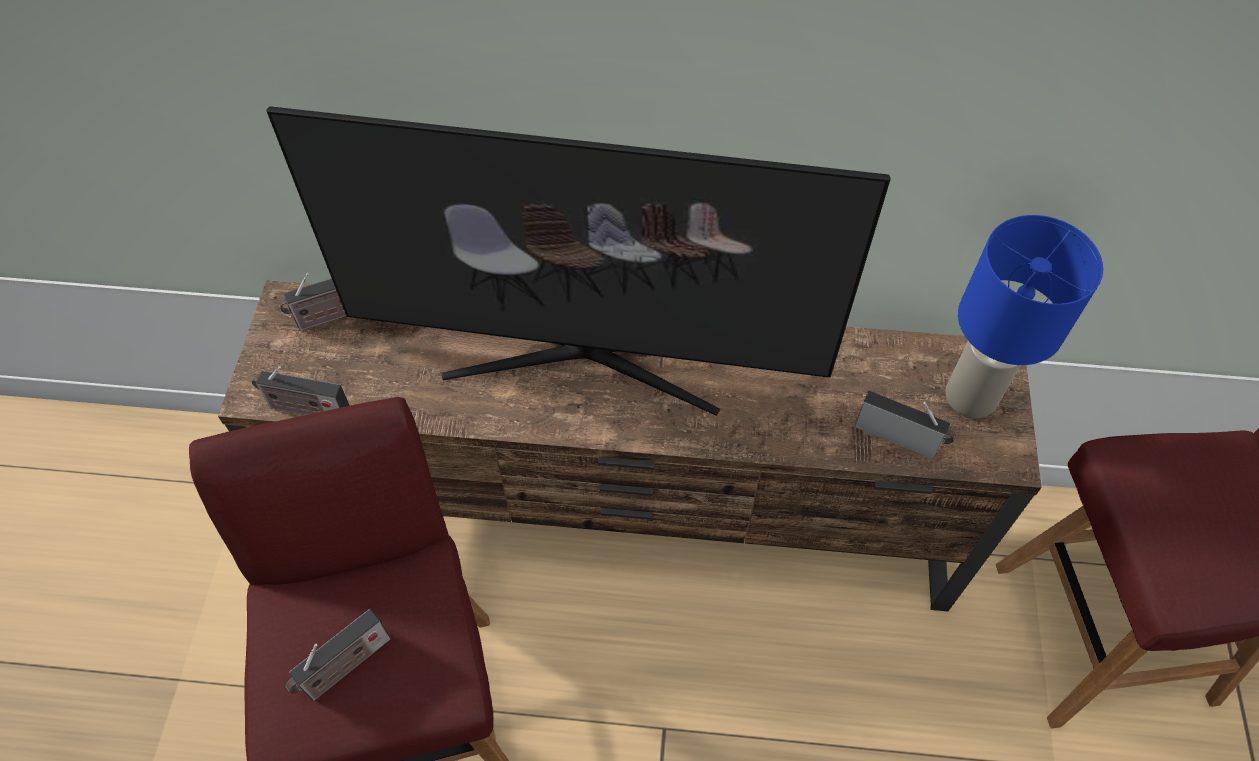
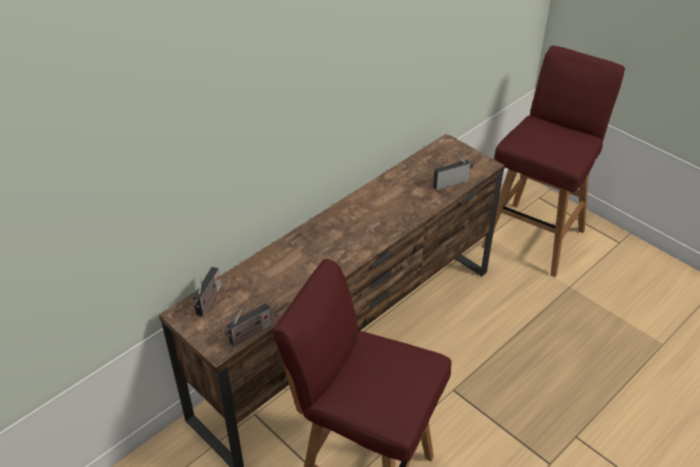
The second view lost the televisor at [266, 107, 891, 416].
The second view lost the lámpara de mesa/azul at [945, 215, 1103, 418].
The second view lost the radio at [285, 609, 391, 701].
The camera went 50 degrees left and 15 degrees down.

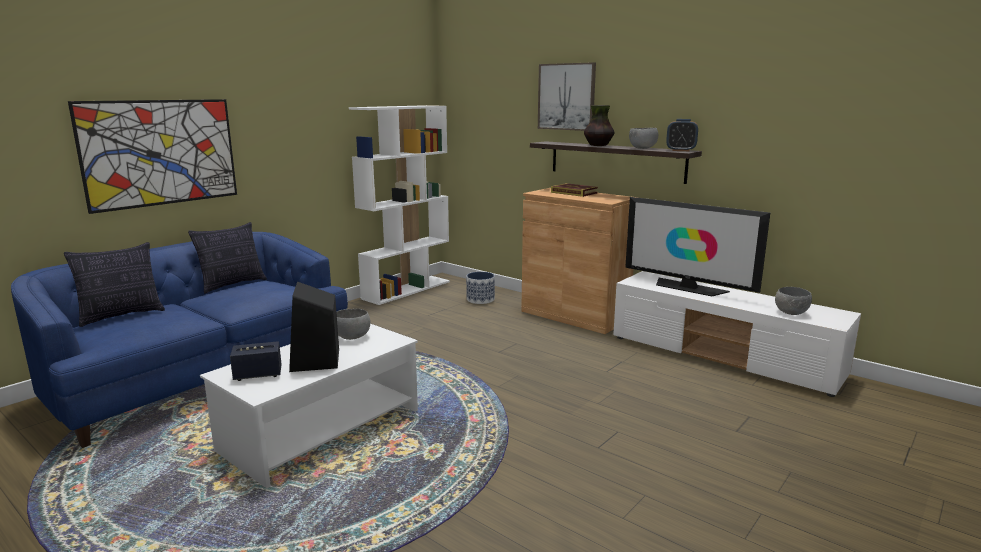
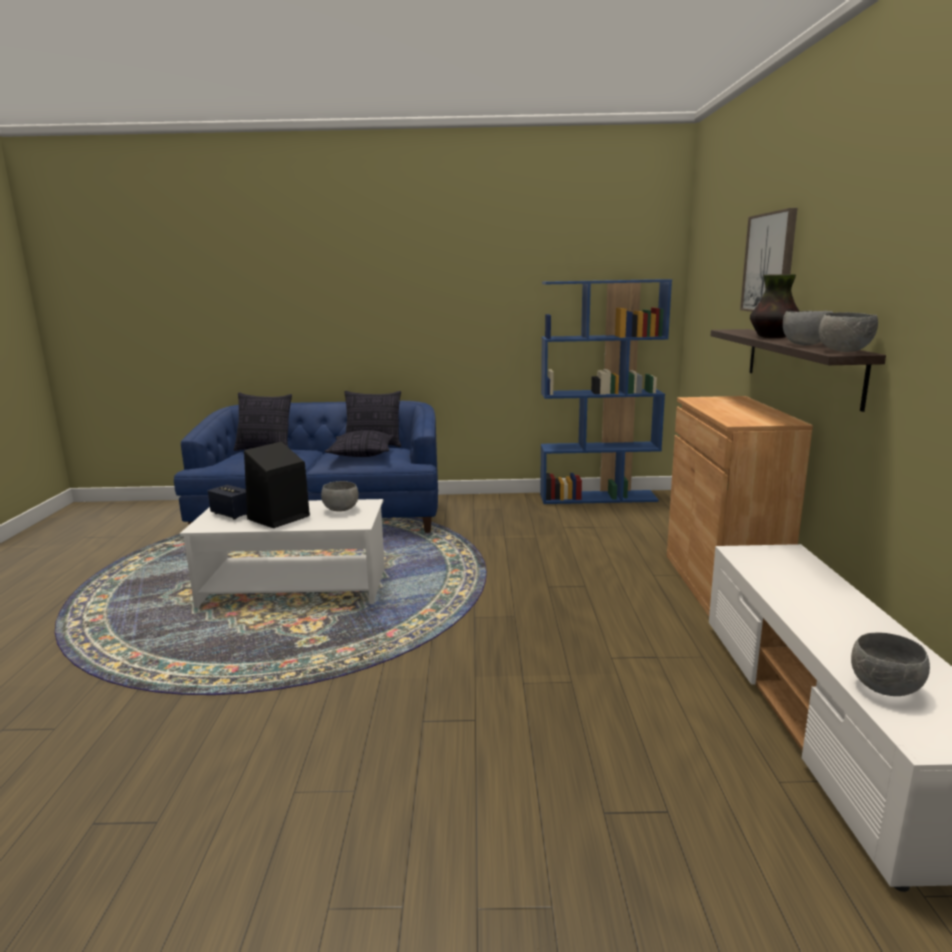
The second view lost the cuadro at [68, 99, 237, 214].
What was the estantería/blanco at [349, 105, 450, 305] turned into the estantería/azul at [540, 279, 672, 504].
Where the despertador stood at [666, 119, 698, 151], the cuenco/gris came to stand at [819, 312, 878, 352].
The second view lost the libro at [551, 183, 598, 197].
The second view lost the televisor at [625, 197, 770, 296].
The second view lost the maceta at [466, 272, 495, 304].
The second view gained the cojín at [325, 430, 394, 457].
The camera went 50 degrees right and 0 degrees up.

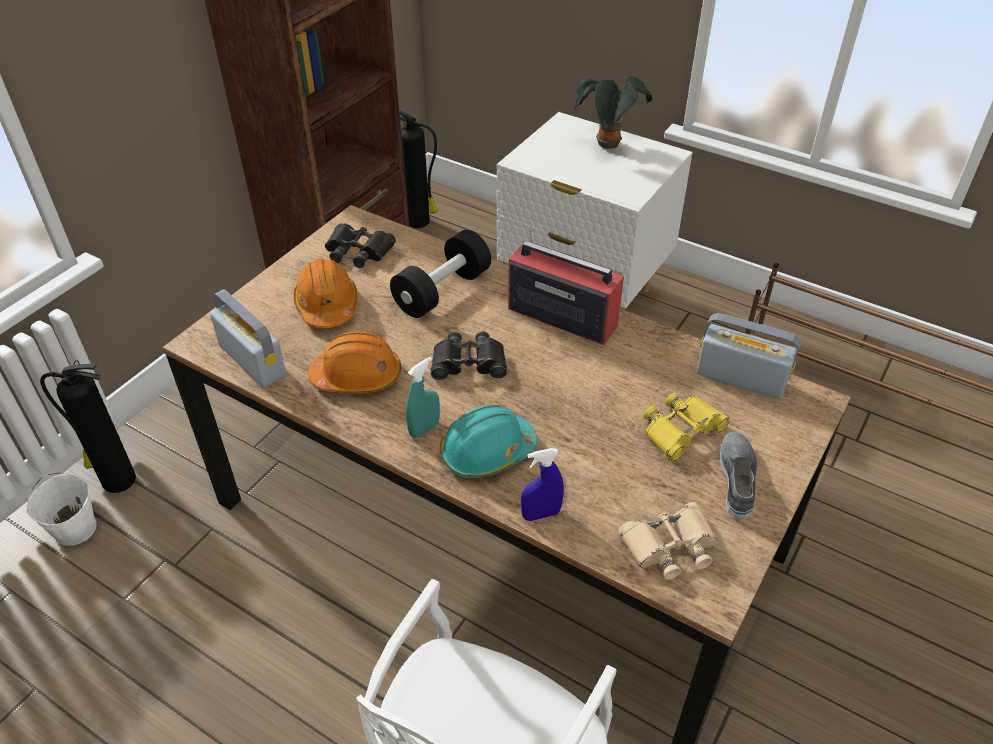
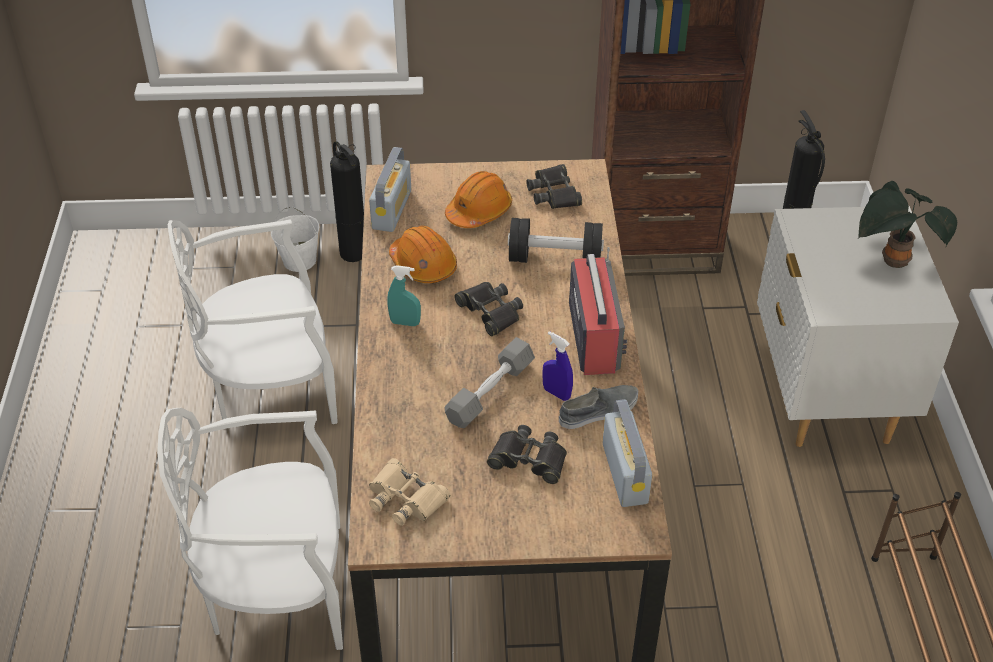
What was the prismáticos/amarillo at [644, 393, 730, 461] turned into the prismáticos/negro at [487, 425, 567, 484].
The second view lost the casco/turquesa at [440, 405, 537, 478].
The zapato/gris ended up elsewhere, having gone from [720, 431, 758, 520] to [559, 385, 638, 429].
The pulverizador/azul ended up elsewhere, having gone from [521, 448, 564, 521] to [542, 331, 573, 401].
The second view gained the silla/blanco at [167, 220, 338, 424].
The second view gained the mancuerna/gris at [445, 337, 535, 428].
The camera went 55 degrees right and 0 degrees up.

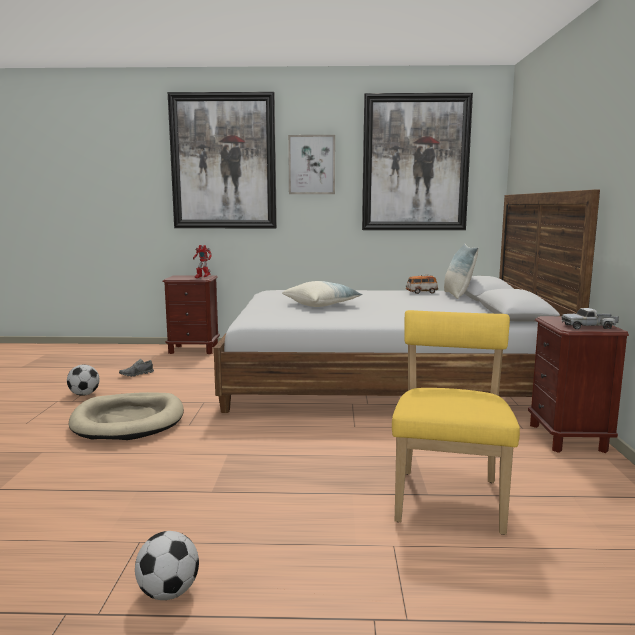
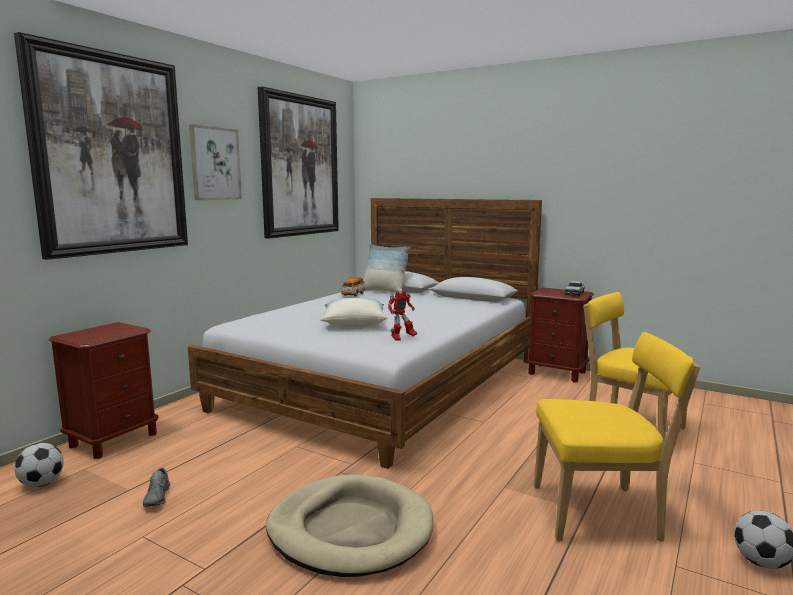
The robot de juguete ended up elsewhere, having gone from [193, 245, 212, 279] to [388, 290, 417, 341].
The balón de fútbol ended up elsewhere, having gone from [67, 364, 99, 396] to [14, 443, 64, 487].
The second view gained the silla/amarillo at [534, 332, 700, 541].
The camera went 60 degrees left and 0 degrees up.

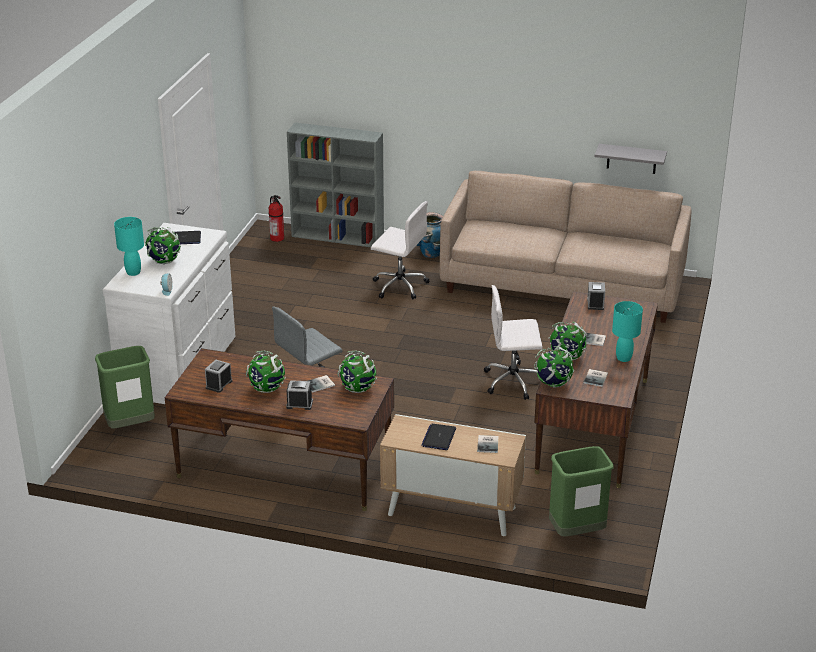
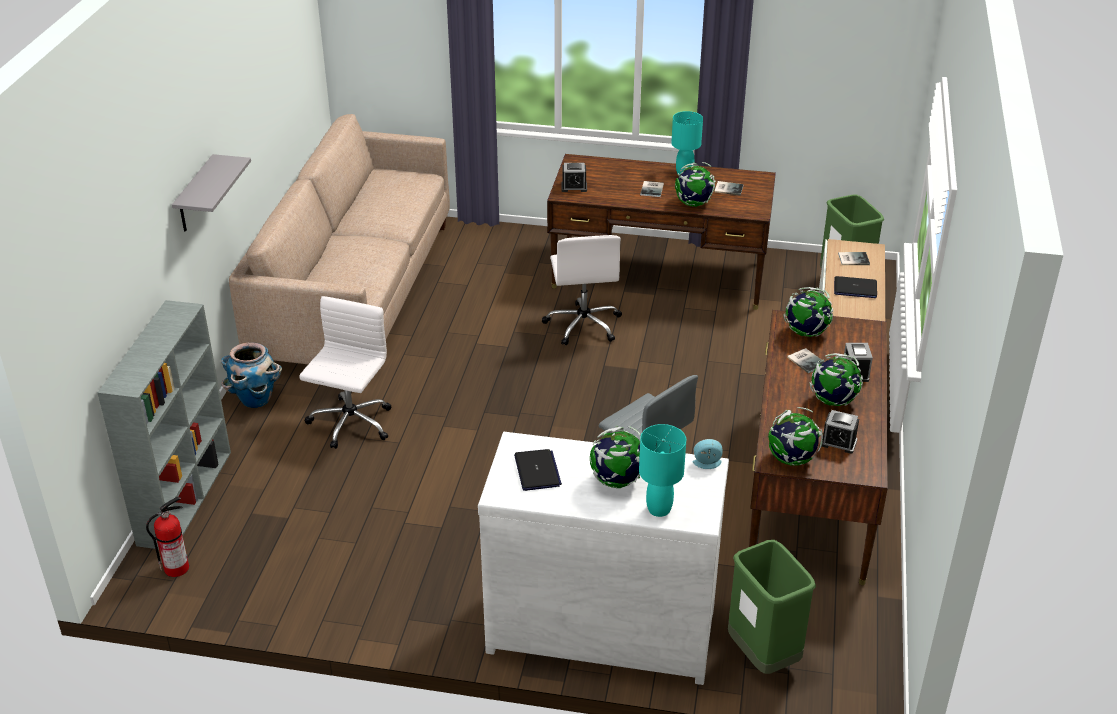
The estante/gris ended up elsewhere, having gone from [594, 144, 667, 174] to [172, 154, 251, 232].
The globo terráqueo ended up elsewhere, having gone from [534, 346, 574, 388] to [768, 407, 823, 466].
The camera went 95 degrees left and 5 degrees up.

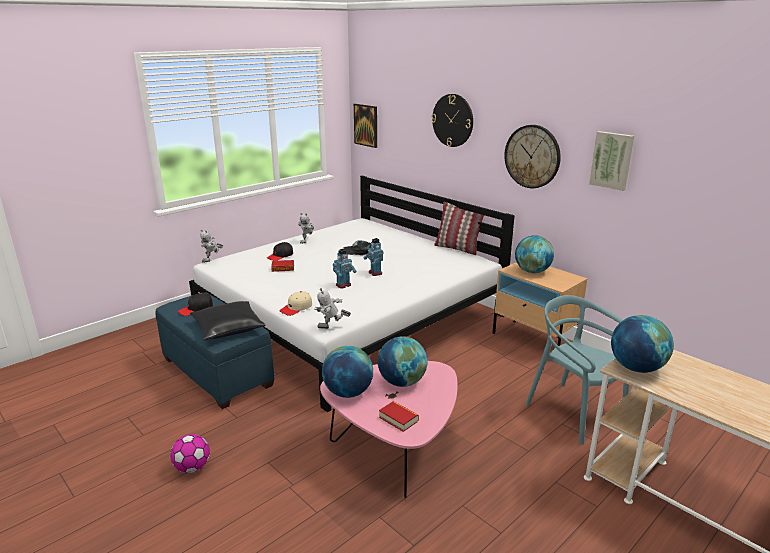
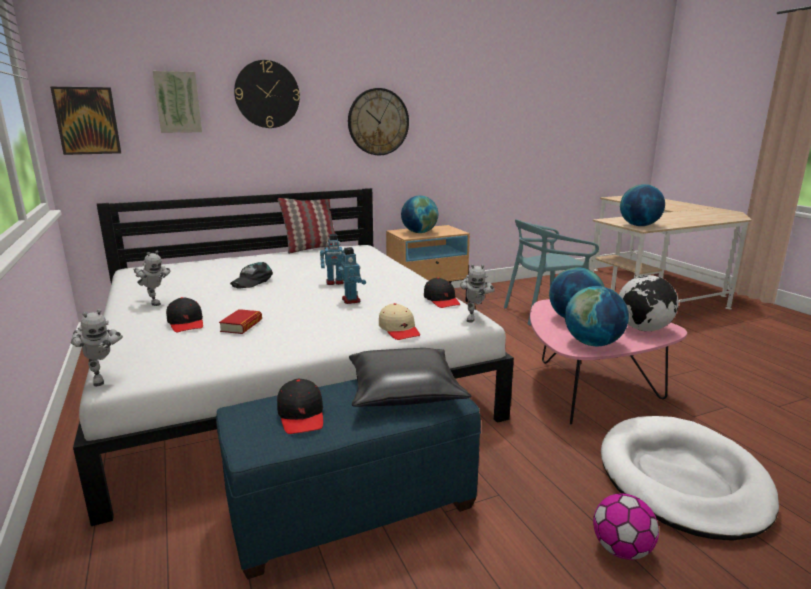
The cuadro ended up elsewhere, having gone from [589, 131, 634, 191] to [153, 71, 202, 133].
Where the libro stood at [379, 401, 419, 432], the globo terráqueo came to stand at [619, 275, 679, 331].
The second view gained the gorra/negro at [424, 277, 460, 308].
The second view gained the cama para perro/blanco at [601, 416, 779, 541].
The camera went 70 degrees left and 5 degrees down.

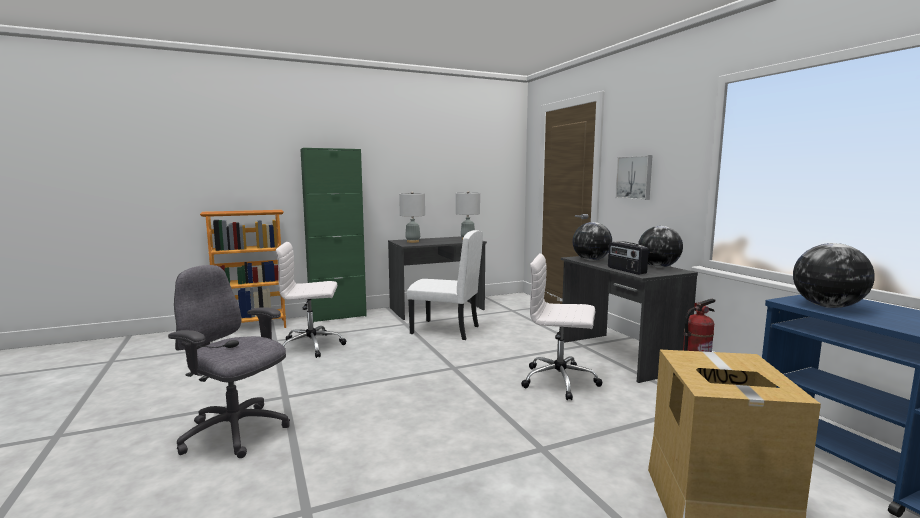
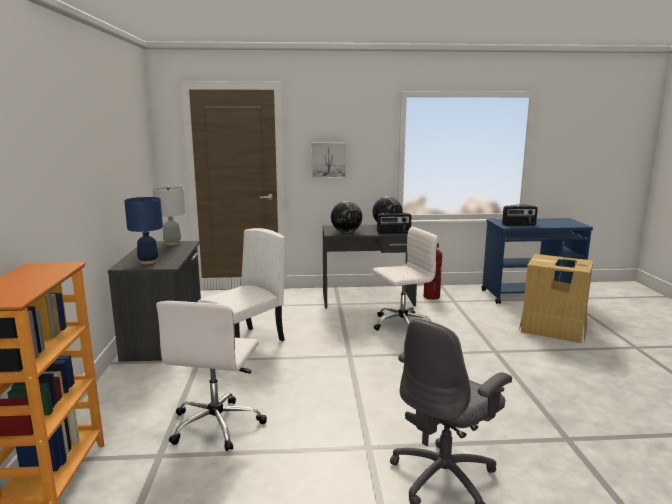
The second view lost the armario/verde at [300, 148, 367, 323].
What was the lámpara de mesa/gris at [399, 192, 425, 243] turned into the lámpara de mesa/azul at [124, 197, 163, 264].
Where the globo terráqueo stood at [793, 243, 875, 308], the radio came to stand at [502, 205, 538, 226].
The silla de oficina/blanco at [521, 253, 602, 400] ended up facing another way, 150 degrees counterclockwise from before.
The camera went 70 degrees left and 5 degrees up.

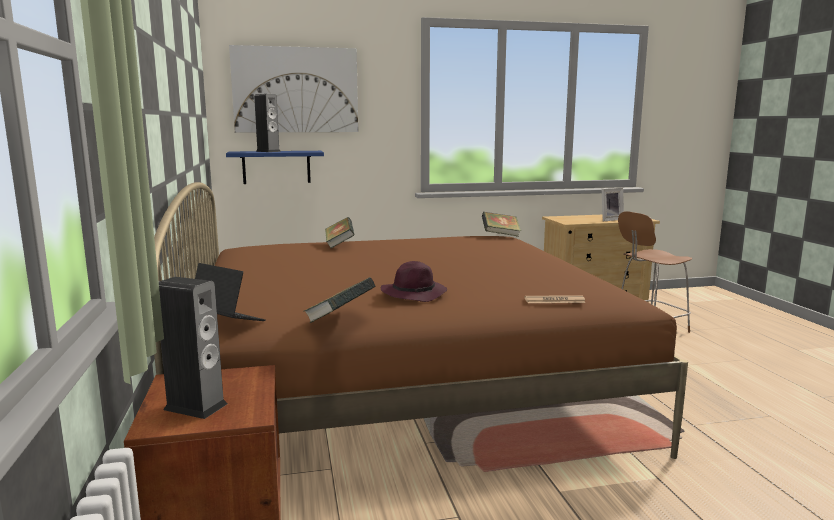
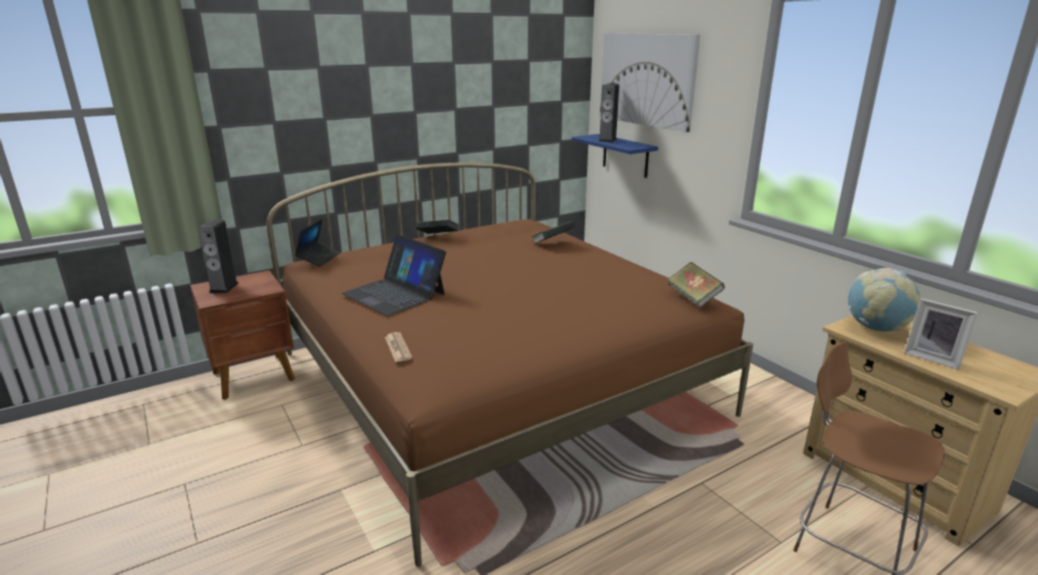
Where the sombrero/morado stood at [381, 261, 447, 302], the portátil came to stand at [342, 234, 446, 316].
The libro ended up elsewhere, having gone from [303, 277, 376, 323] to [415, 220, 459, 234].
The second view gained the globo terráqueo at [848, 268, 921, 331].
The camera went 70 degrees right and 10 degrees up.

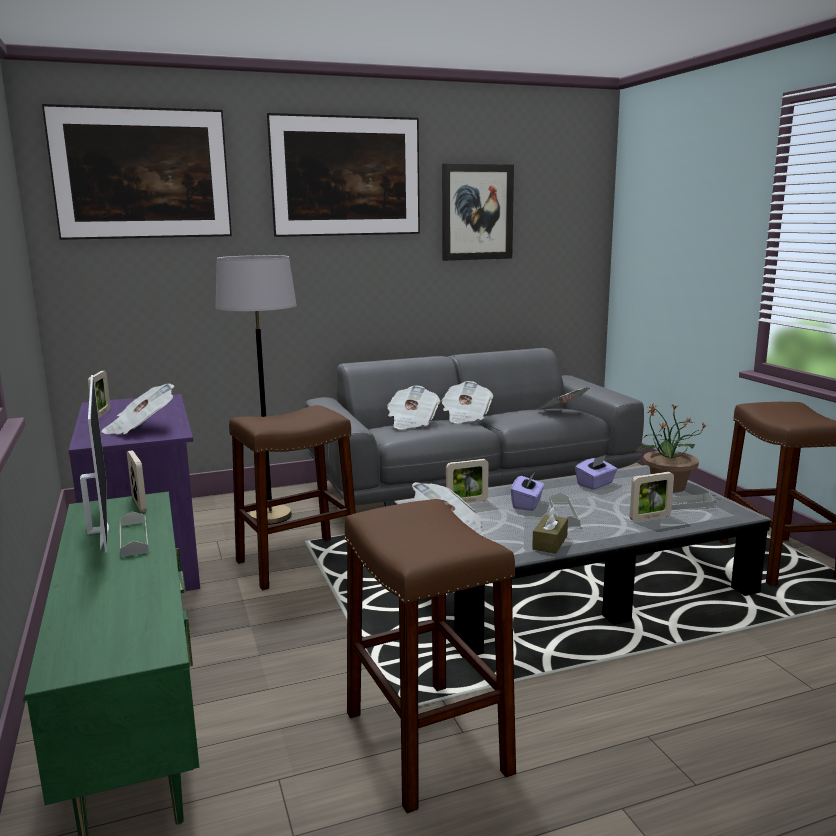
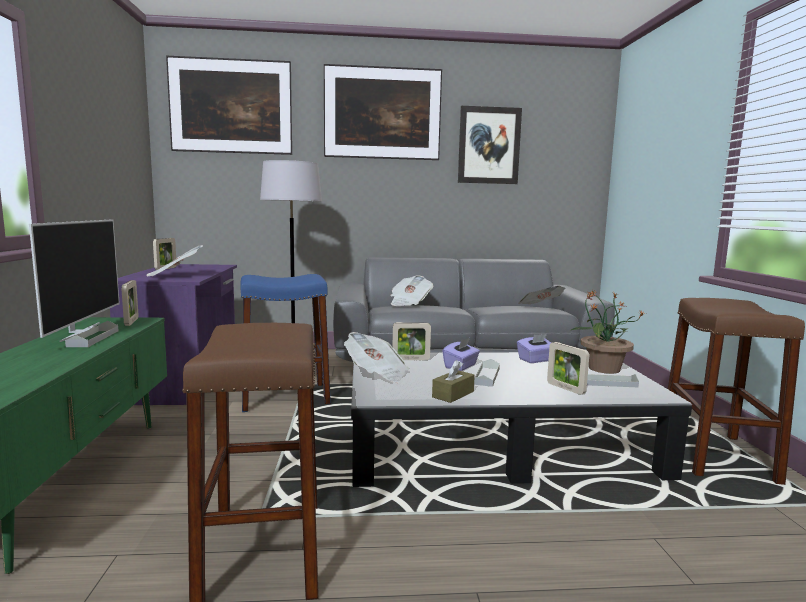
The second view lost the periódico at [441, 381, 493, 423].
What was the taburete/marrón at [229, 405, 356, 590] turned into the taburete/azul at [240, 274, 331, 412].
The portarretratos at [630, 472, 674, 522] ended up facing another way, 60 degrees clockwise from before.
The camera went 15 degrees right and 5 degrees down.

